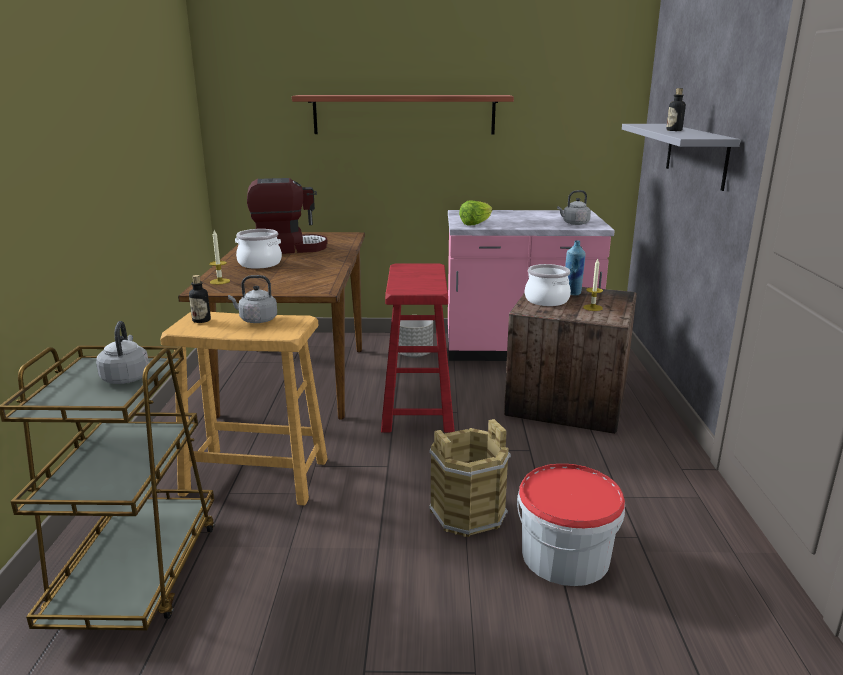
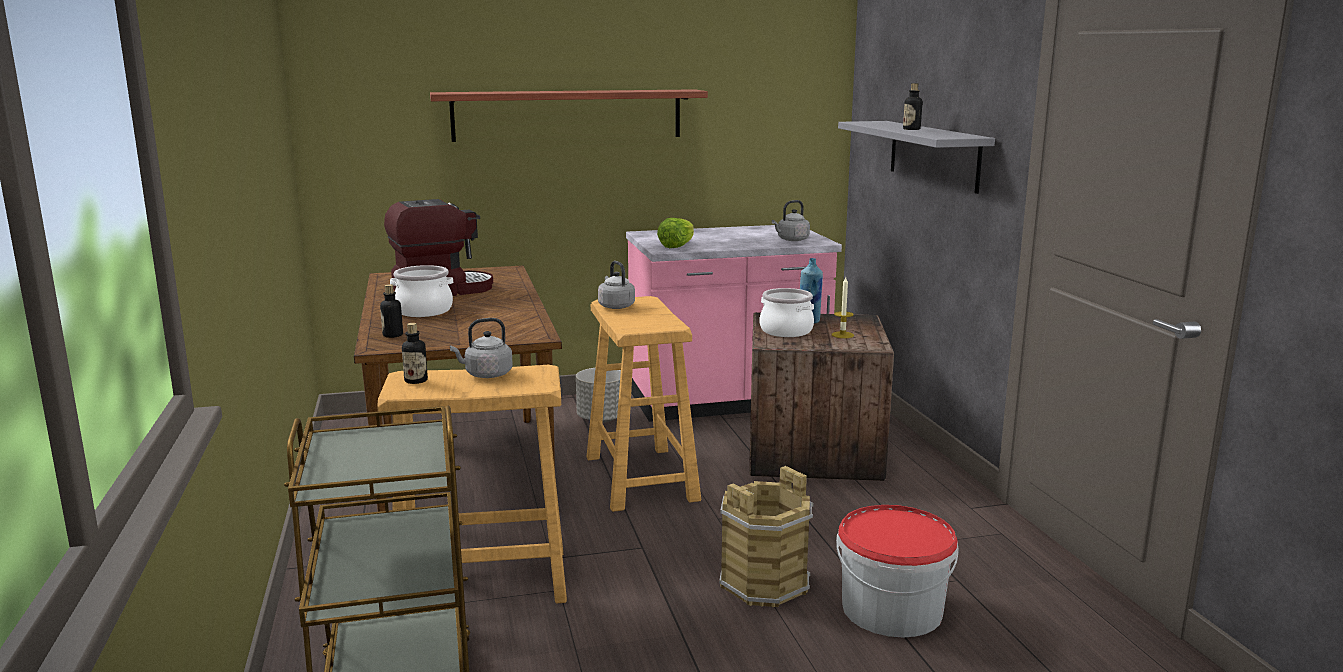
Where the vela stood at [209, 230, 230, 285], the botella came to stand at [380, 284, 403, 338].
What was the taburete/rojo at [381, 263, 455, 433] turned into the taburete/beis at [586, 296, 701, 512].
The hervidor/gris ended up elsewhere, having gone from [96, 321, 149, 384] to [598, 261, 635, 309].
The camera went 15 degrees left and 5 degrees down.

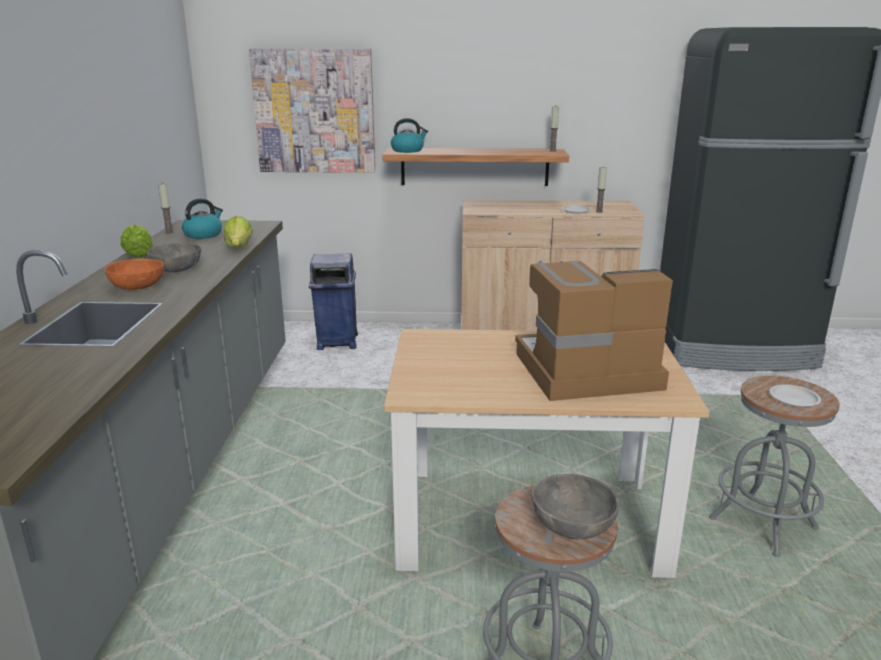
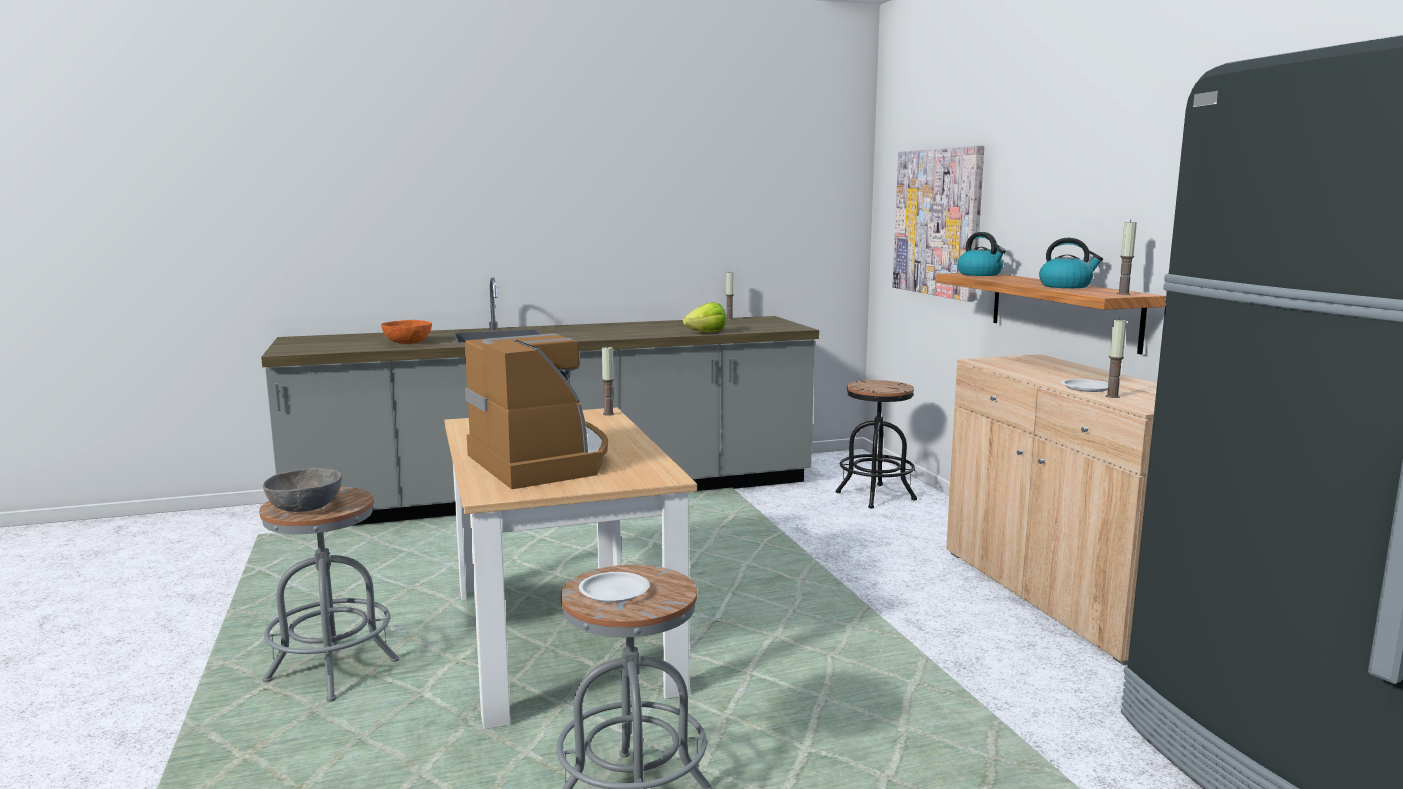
The hervidor ended up elsewhere, having gone from [182, 198, 223, 239] to [1039, 238, 1103, 288].
The second view lost the lechuga at [121, 224, 153, 258].
The second view lost the cuenco/gris at [147, 243, 201, 272].
Where the papelera/azul stood at [309, 253, 358, 350], the taburete/negro came to stand at [836, 380, 917, 509].
The cuenco/naranja ended up elsewhere, having gone from [105, 259, 164, 290] to [381, 320, 432, 344].
The second view gained the vela at [602, 346, 615, 416].
The camera went 70 degrees right and 10 degrees down.

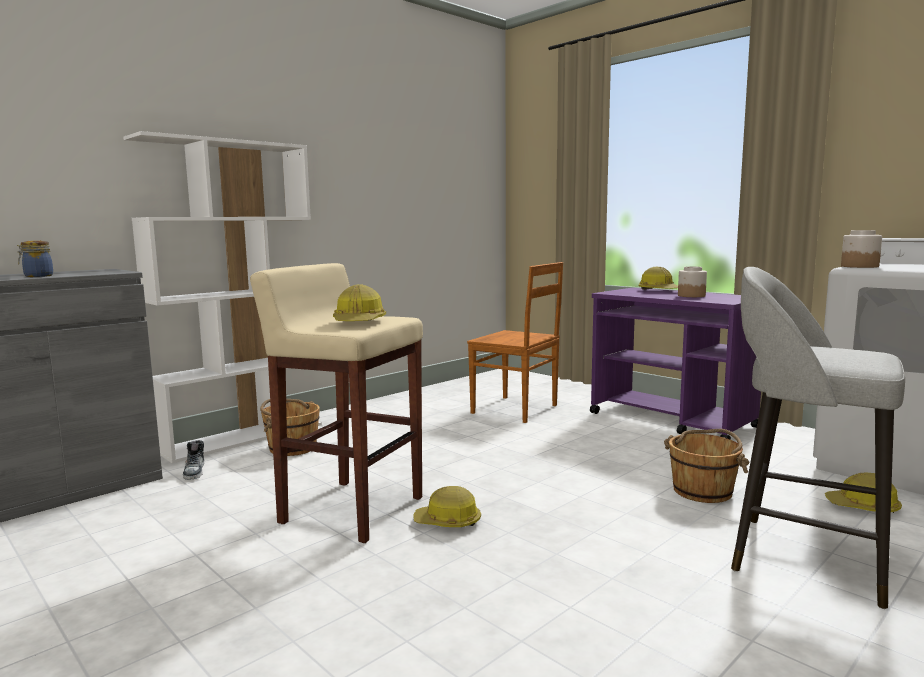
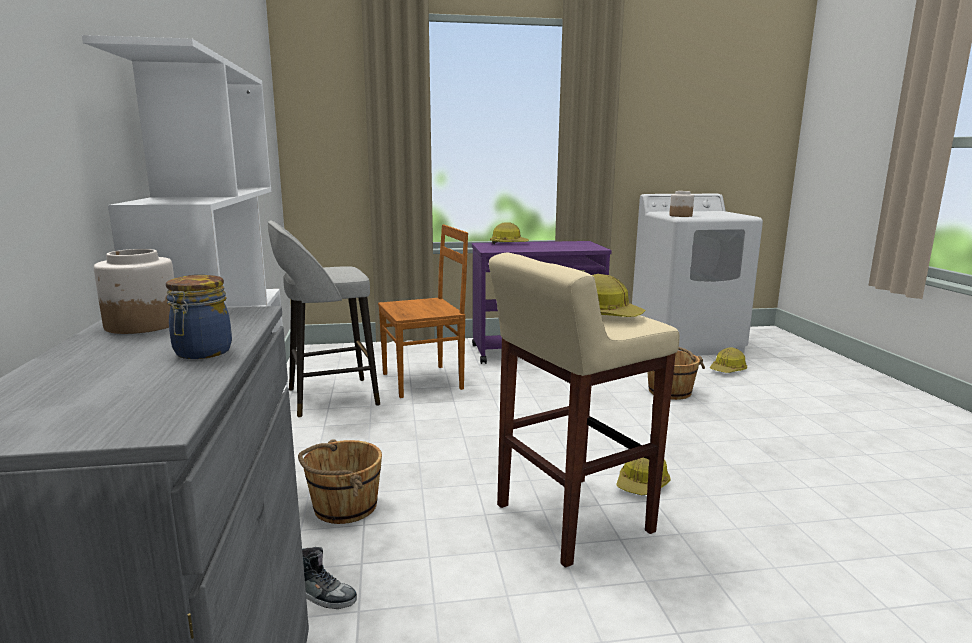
The tarro ended up elsewhere, having gone from [678, 266, 707, 297] to [94, 249, 174, 334].
The taburete/gris ended up elsewhere, having gone from [731, 267, 905, 609] to [268, 221, 380, 417].
The camera went 55 degrees left and 5 degrees up.

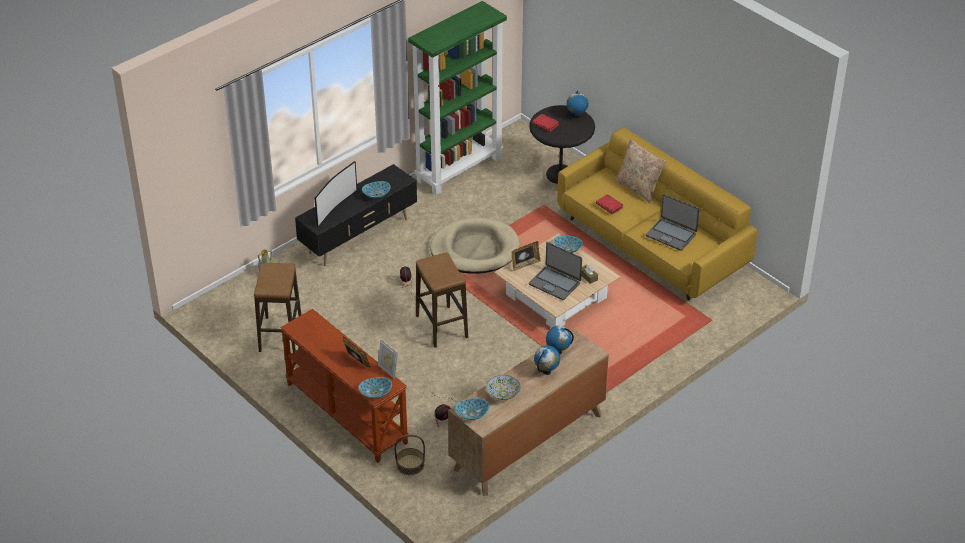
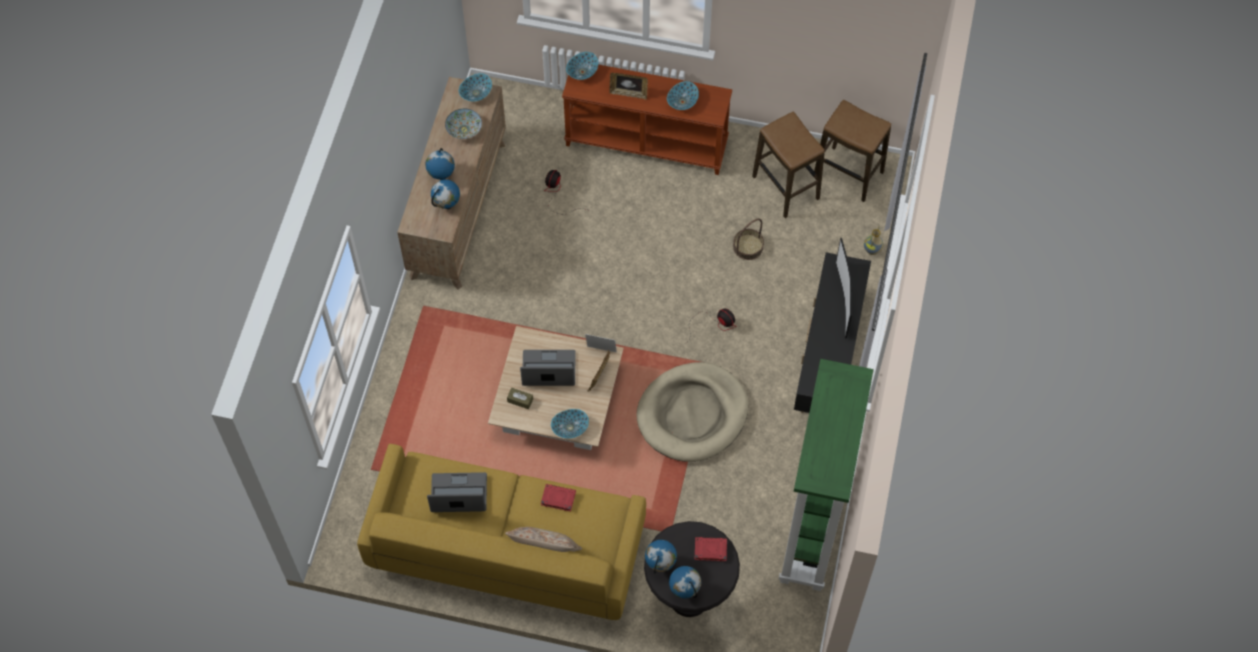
The cuenco ended up elsewhere, having gone from [362, 181, 391, 199] to [667, 81, 699, 110].
The taburete ended up elsewhere, having gone from [416, 252, 468, 348] to [814, 100, 891, 202].
The portarretratos ended up elsewhere, having gone from [378, 339, 398, 379] to [585, 334, 617, 352].
The cesta ended up elsewhere, having gone from [394, 435, 425, 475] to [733, 218, 764, 260].
The second view gained the globo terráqueo at [645, 540, 677, 573].
The camera went 145 degrees right and 20 degrees up.

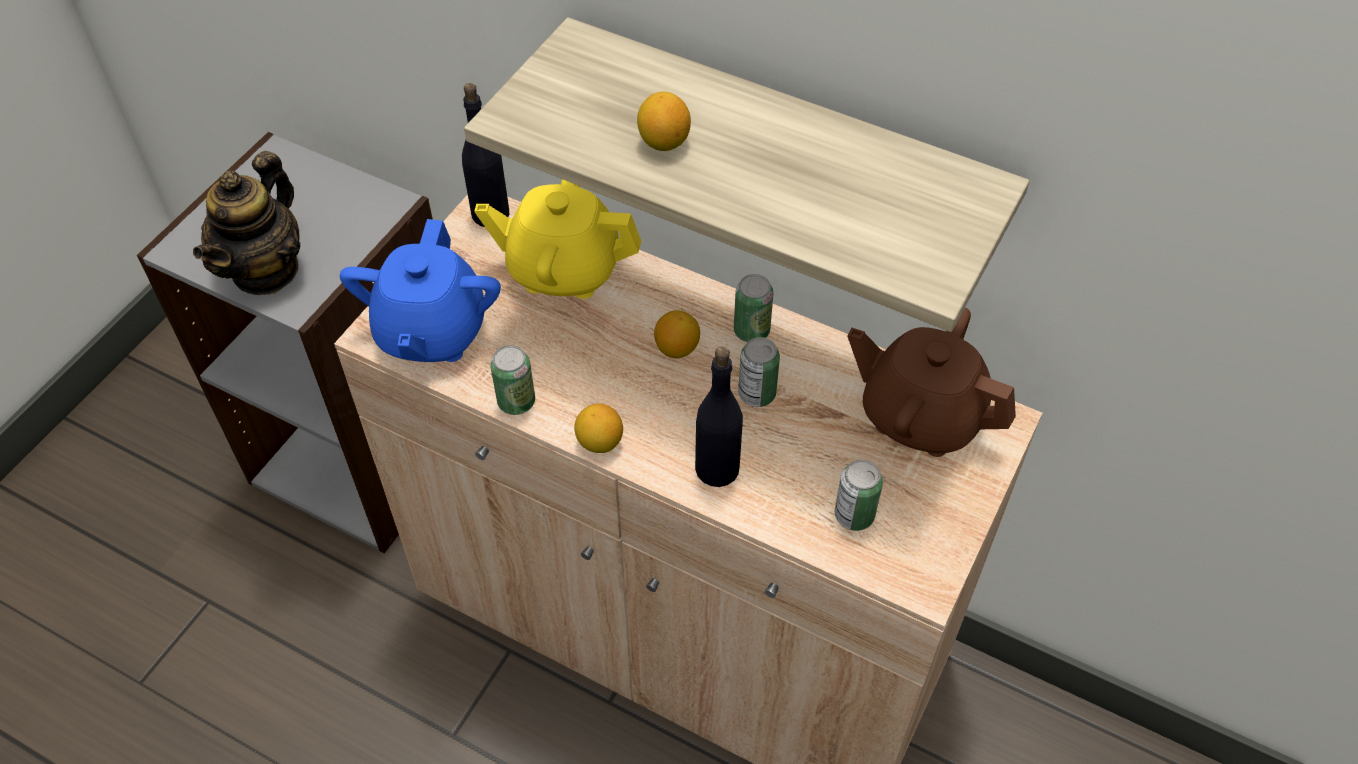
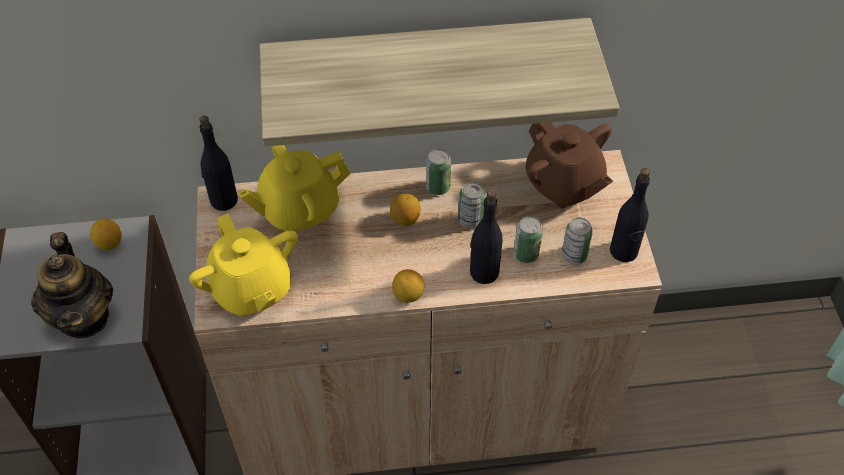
The limón ended up elsewhere, having gone from [637, 92, 691, 151] to [90, 219, 122, 250].
What was the tetera/azul at [340, 219, 501, 362] turned into the tetera/amarillo at [189, 214, 298, 317].
The tetera/marrón at [848, 308, 1016, 457] ended up facing another way, 120 degrees counterclockwise from before.
The lata ended up elsewhere, having gone from [490, 345, 535, 415] to [514, 216, 543, 263].
The second view gained the botella/negro at [610, 168, 650, 262].
The camera went 35 degrees left and 0 degrees up.

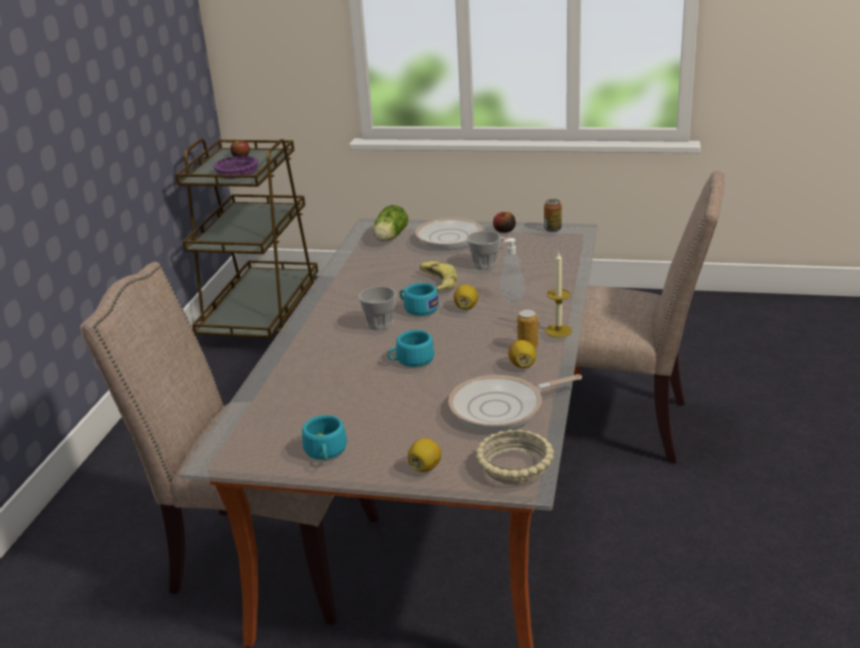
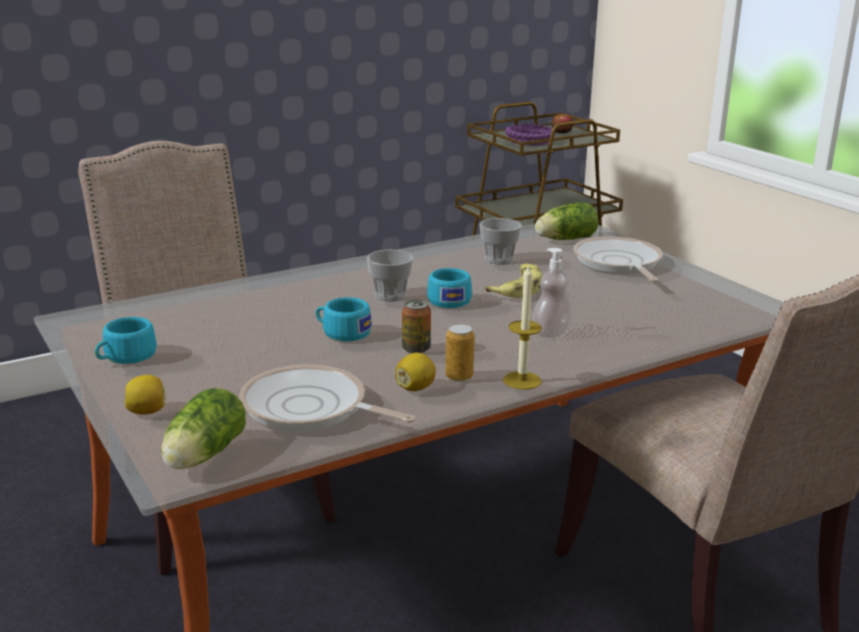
The lata ended up elsewhere, having gone from [544, 199, 562, 232] to [402, 299, 431, 353].
The second view lost the manzana at [493, 212, 516, 233].
The taza ended up elsewhere, having gone from [467, 231, 501, 270] to [480, 218, 522, 264].
The second view lost the limón at [454, 284, 478, 310].
Where the cuenco/beis stood at [476, 430, 554, 485], the lechuga came to stand at [161, 388, 246, 469].
The camera went 45 degrees right and 5 degrees down.

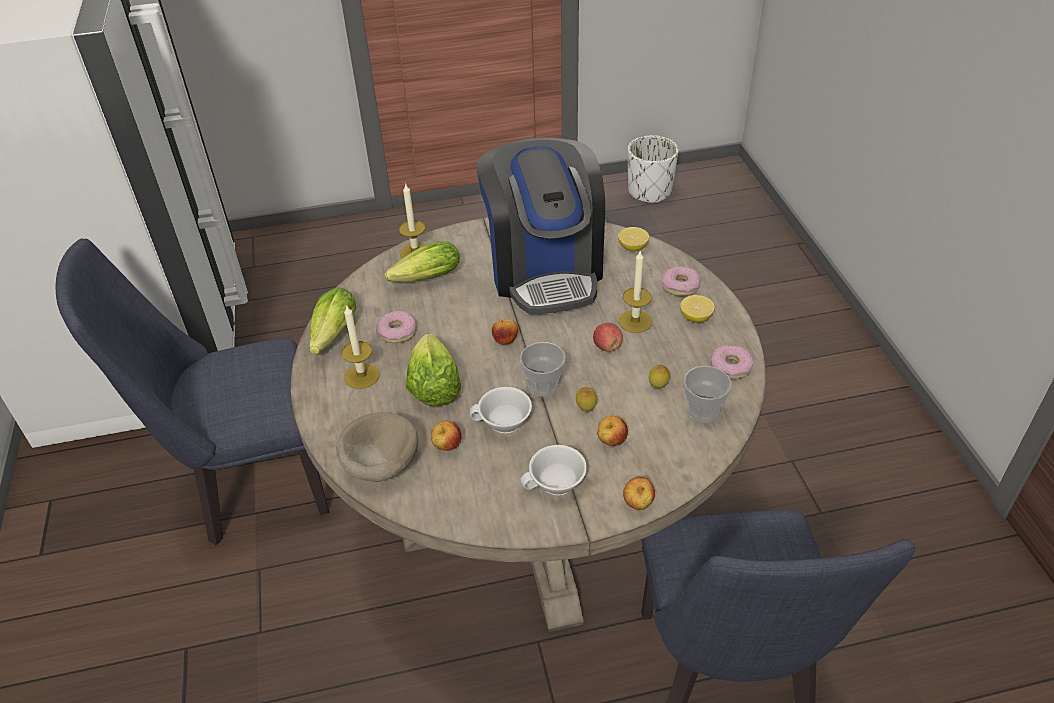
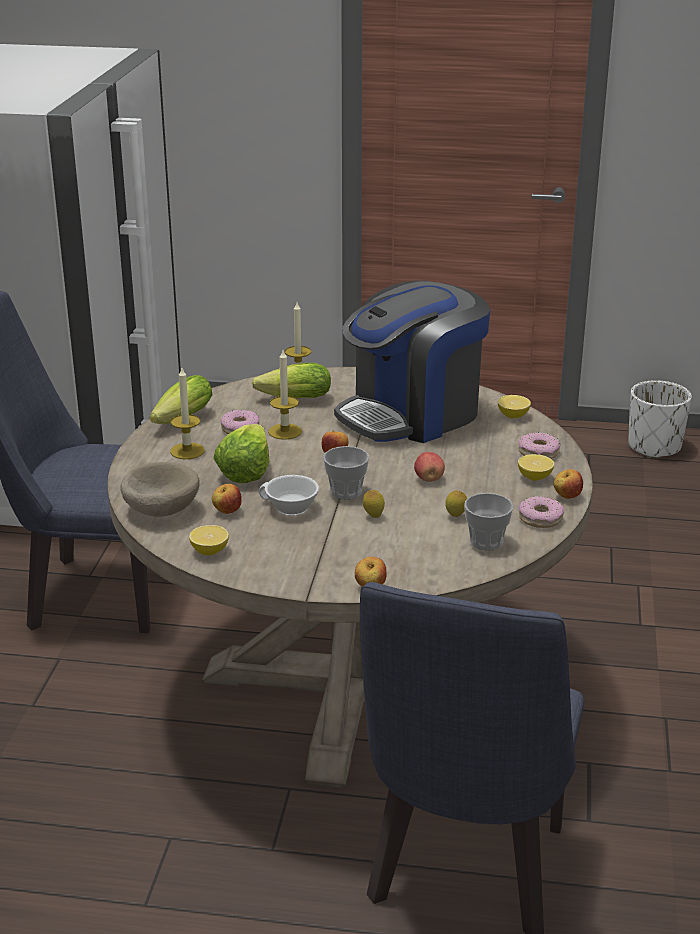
The cafetera at [477, 137, 605, 314] ended up facing another way, 45 degrees clockwise from before.
The vela ended up elsewhere, having gone from [619, 250, 652, 333] to [268, 350, 302, 440].
The manzana ended up elsewhere, having gone from [597, 416, 628, 446] to [554, 469, 583, 499].
The second view lost the taza/blanco at [520, 445, 587, 495].
The second view gained the limón at [189, 525, 229, 555].
The camera went 20 degrees right and 15 degrees down.

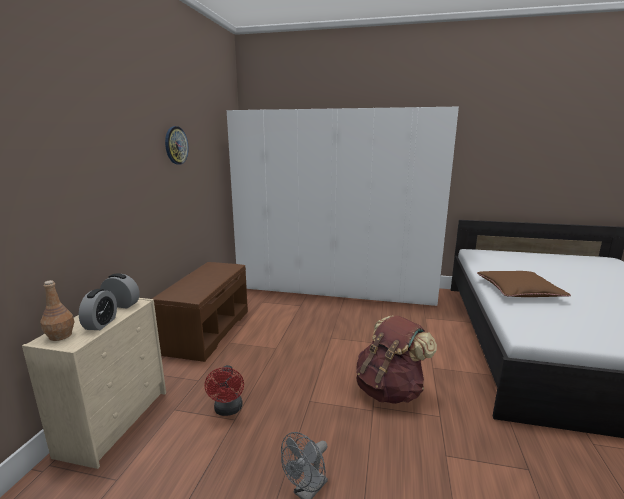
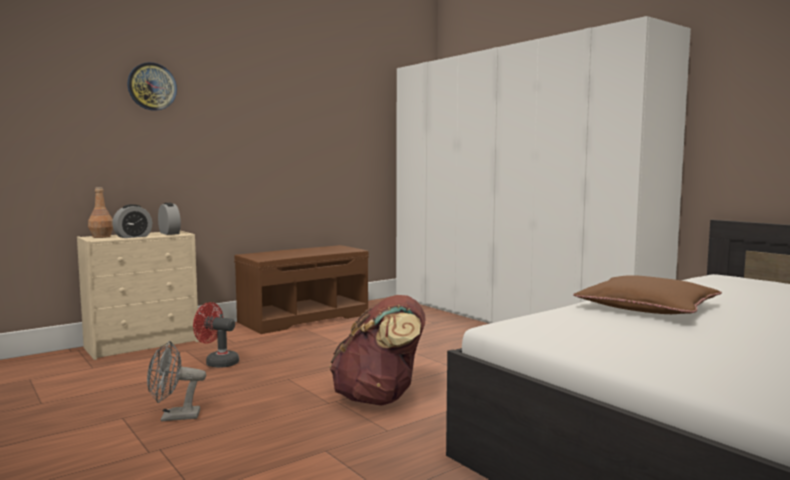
The reloj de pared ended up elsewhere, having gone from [165, 126, 189, 165] to [127, 62, 177, 111].
The ventilador/rojo at [205, 365, 244, 416] ended up facing another way, 75 degrees clockwise from before.
The camera went 40 degrees right and 10 degrees down.

